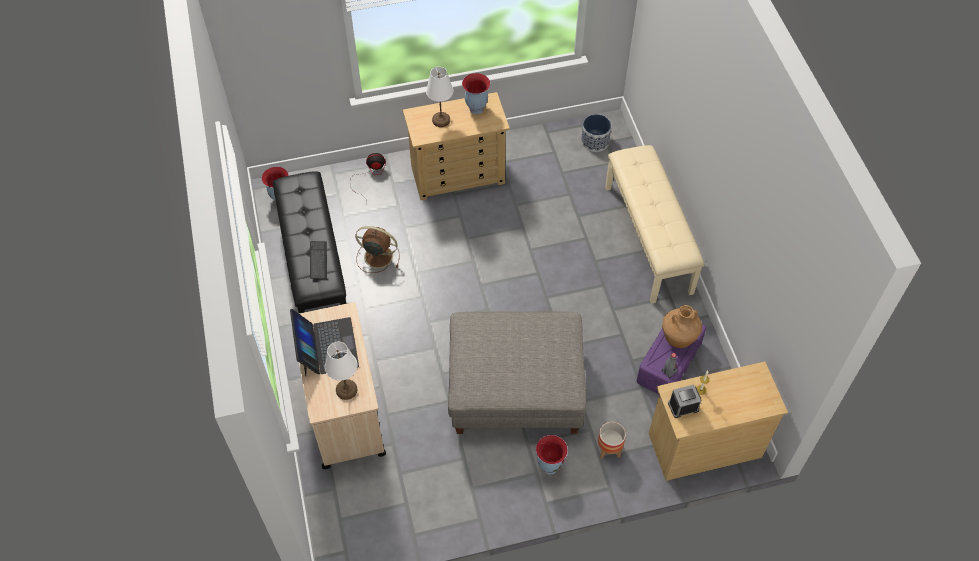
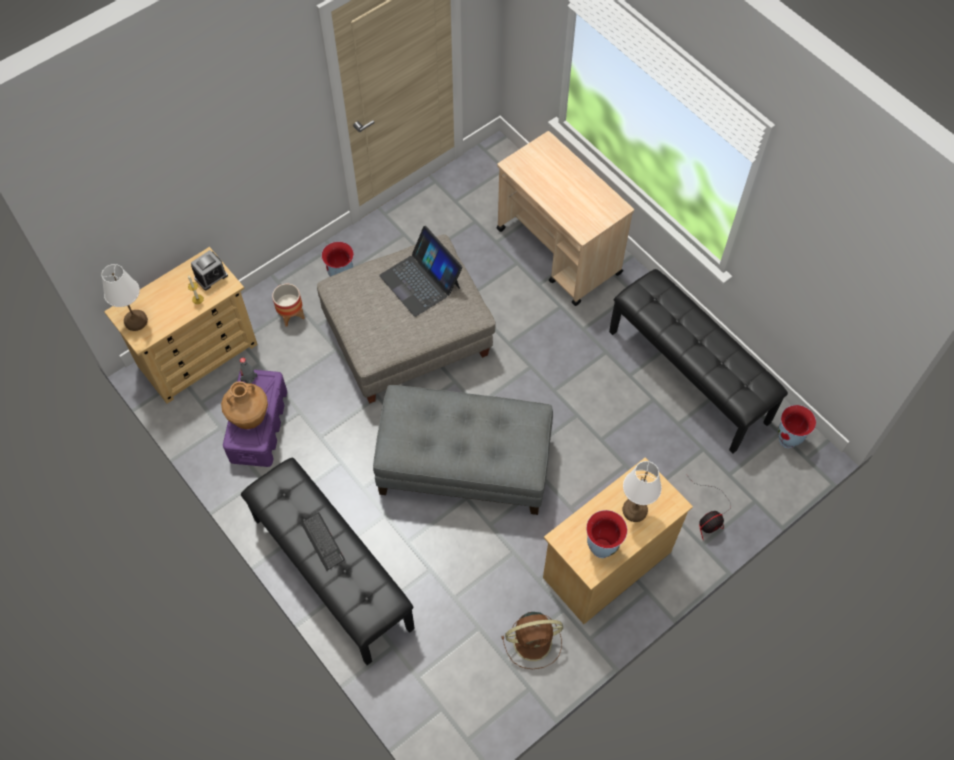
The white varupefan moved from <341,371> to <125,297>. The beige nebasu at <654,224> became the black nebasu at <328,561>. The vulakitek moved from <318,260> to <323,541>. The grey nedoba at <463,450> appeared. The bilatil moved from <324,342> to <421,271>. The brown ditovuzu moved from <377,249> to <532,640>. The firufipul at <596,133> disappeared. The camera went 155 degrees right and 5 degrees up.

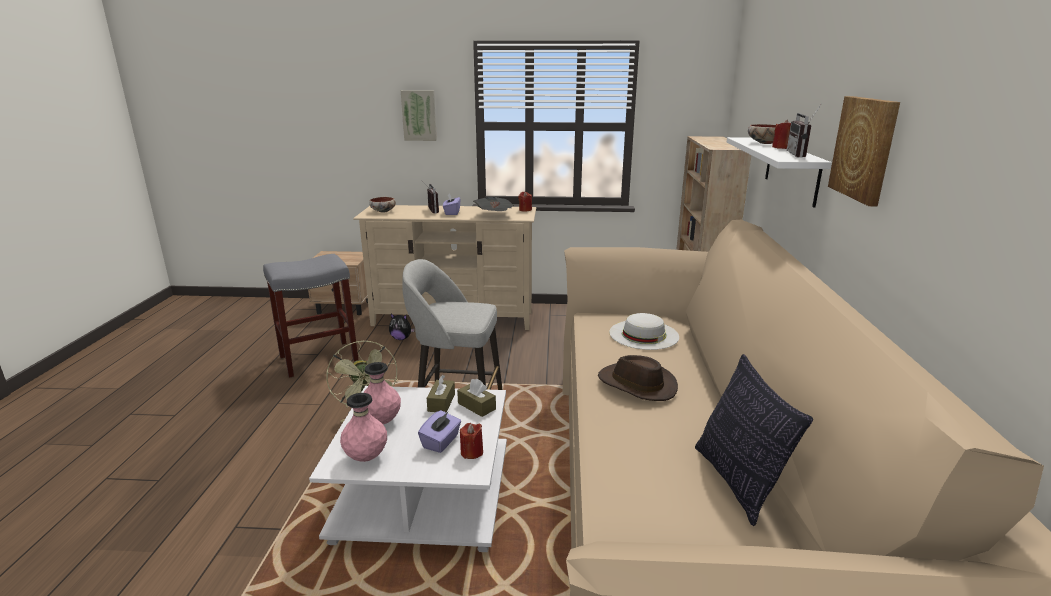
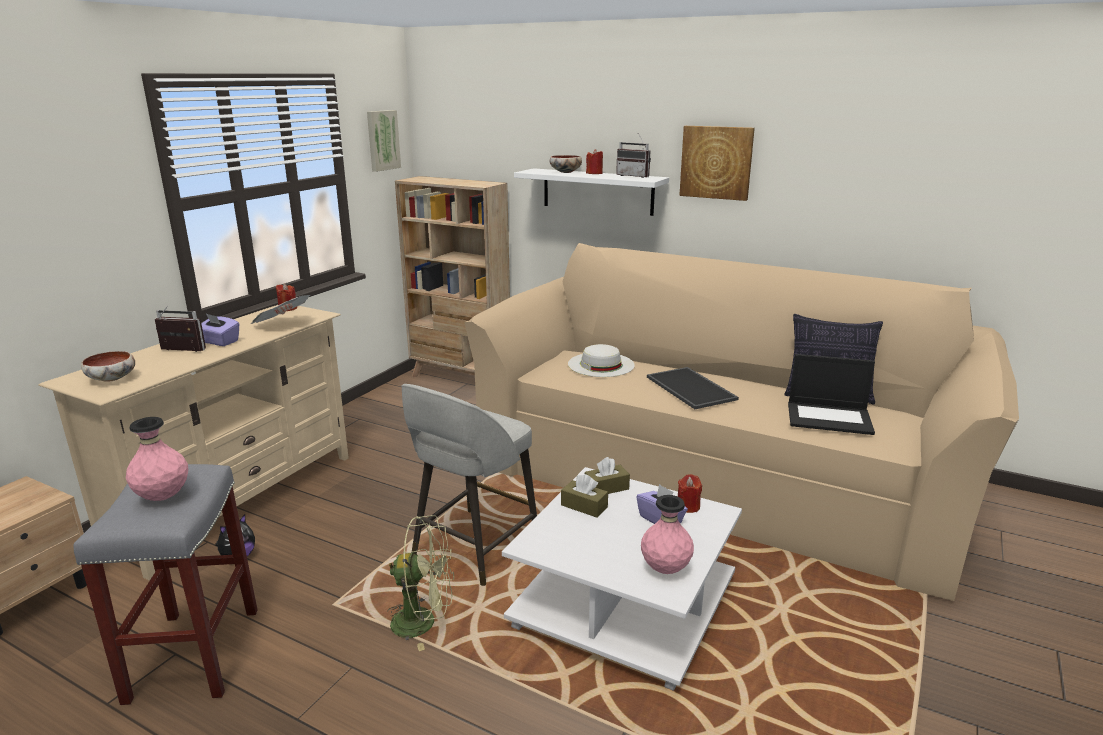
The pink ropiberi moved from <382,393> to <157,459>. The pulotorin moved from <419,115> to <384,141>. The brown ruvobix at <638,378> was replaced by the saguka at <693,388>. The bilatil at <831,394> appeared. The camera went 65 degrees left and 0 degrees up.

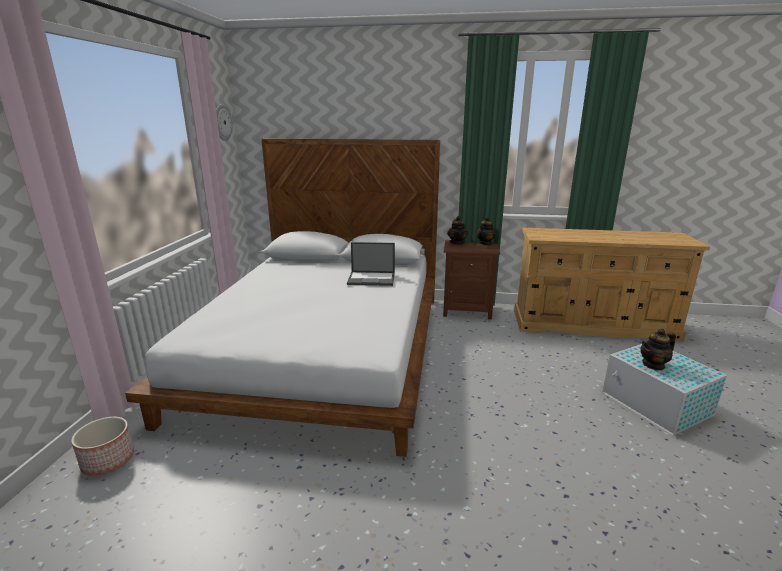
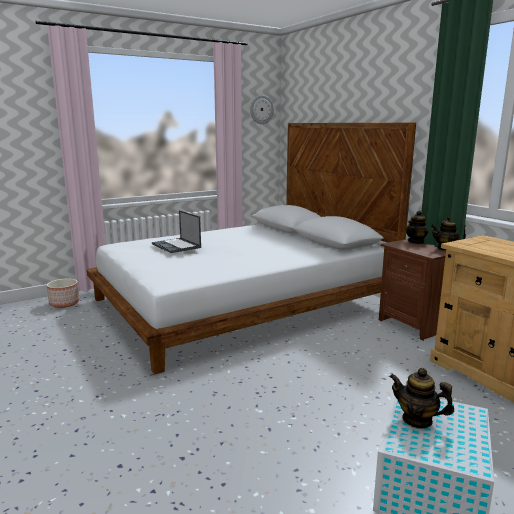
The bilatil moved from <371,264> to <176,231>. The camera went 50 degrees right and 5 degrees down.

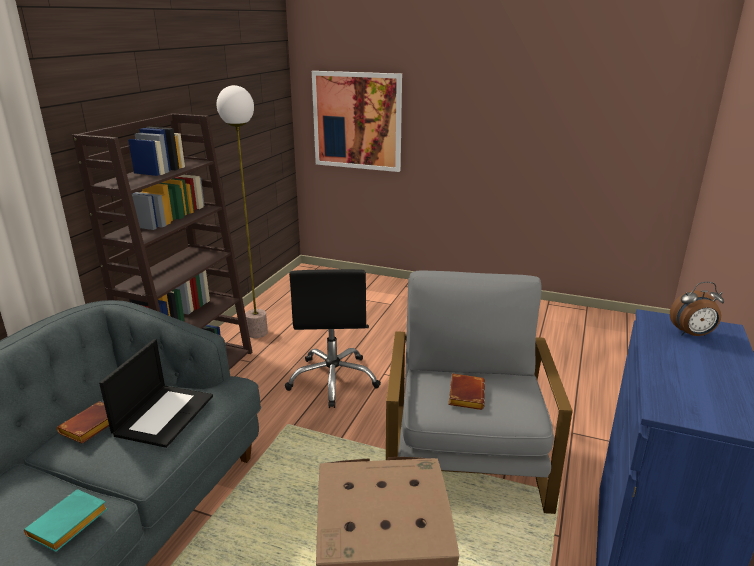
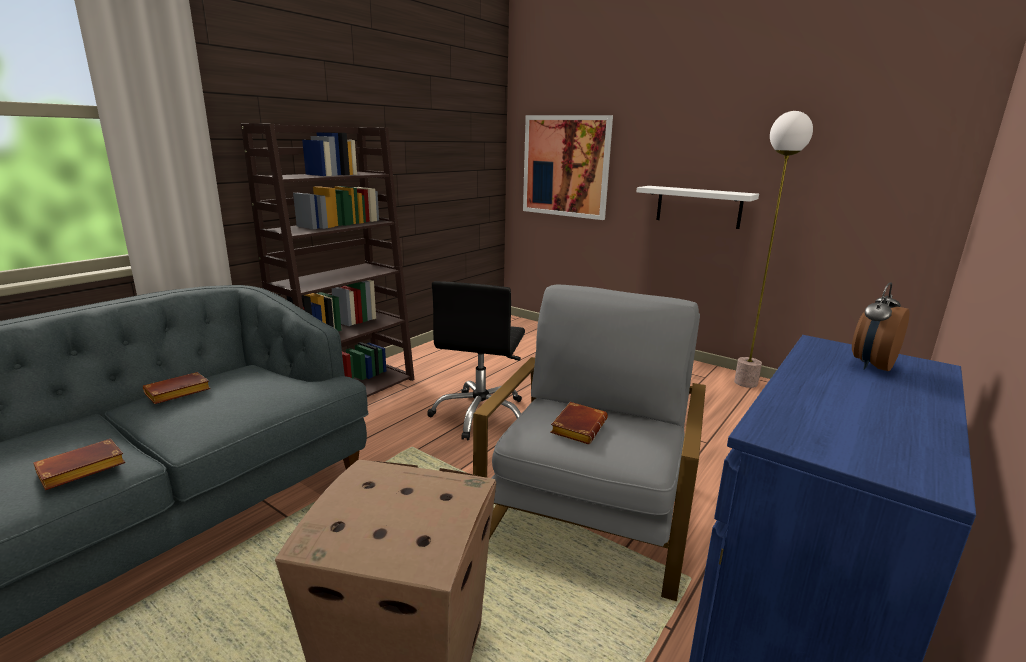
The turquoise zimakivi at <66,520> became the brown zimakivi at <79,464>. The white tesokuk at <698,207> appeared. The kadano moved from <242,211> to <773,249>. The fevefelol at <697,309> turned 120 degrees clockwise. The bilatil at <156,393> disappeared. The camera went 15 degrees right and 5 degrees down.

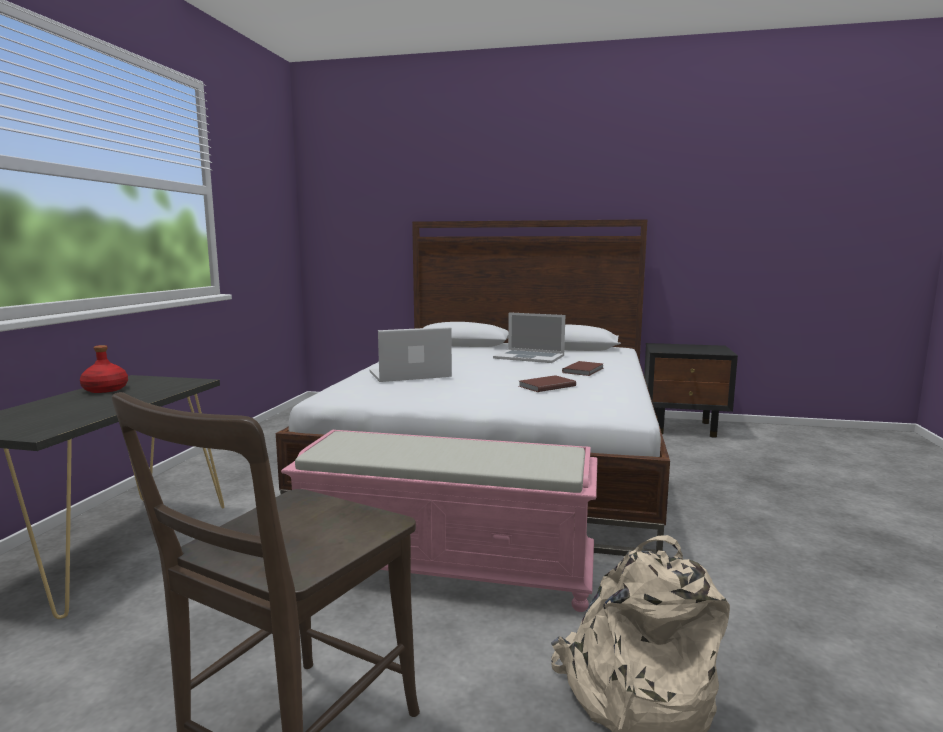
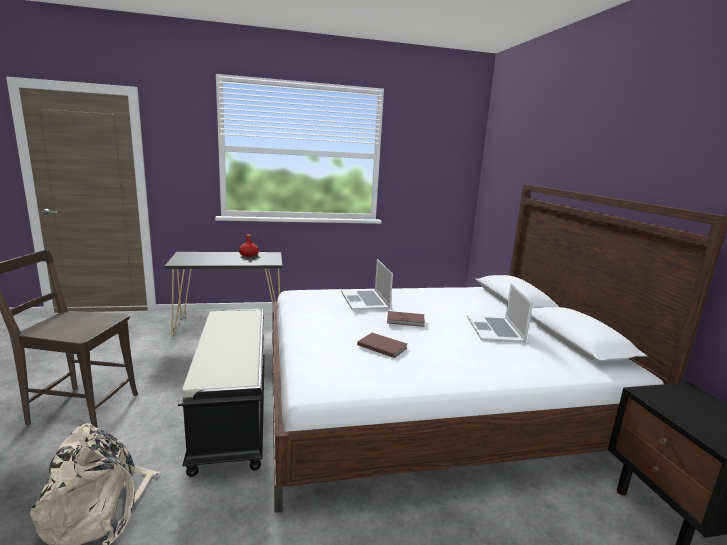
The pink nebasu at <439,521> became the black nebasu at <221,393>. The bilatil at <411,354> turned 150 degrees counterclockwise. The brown zimakivi moved from <583,368> to <406,319>. The camera went 65 degrees right and 5 degrees up.

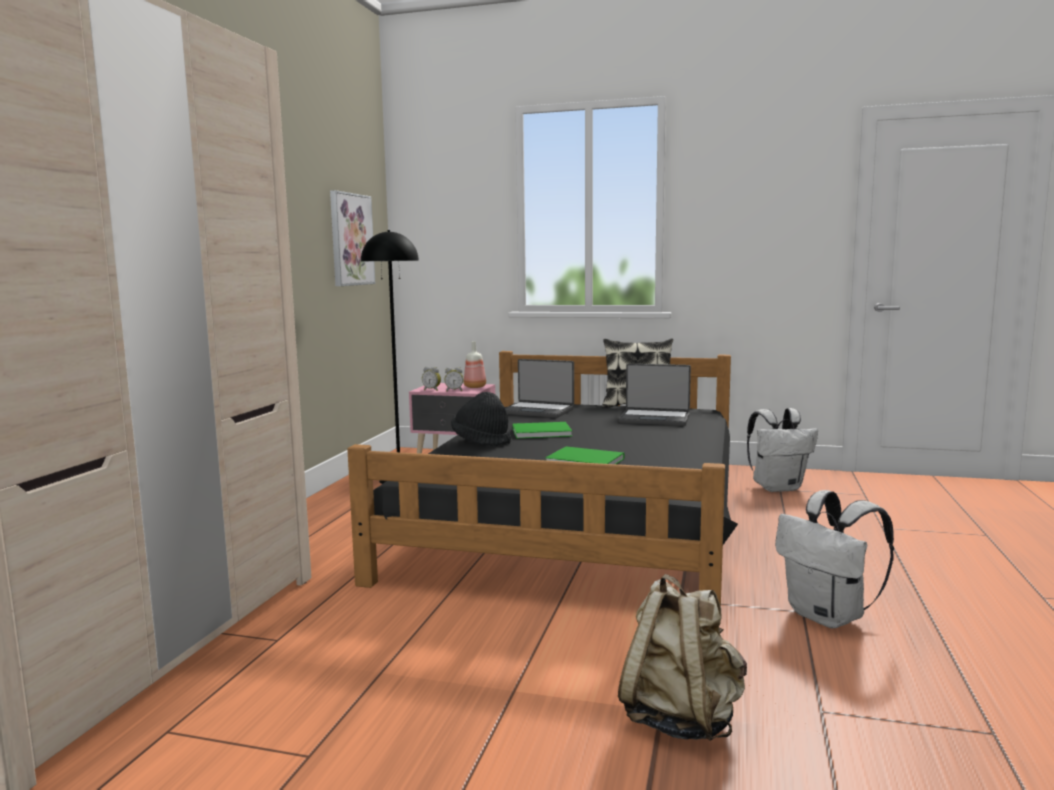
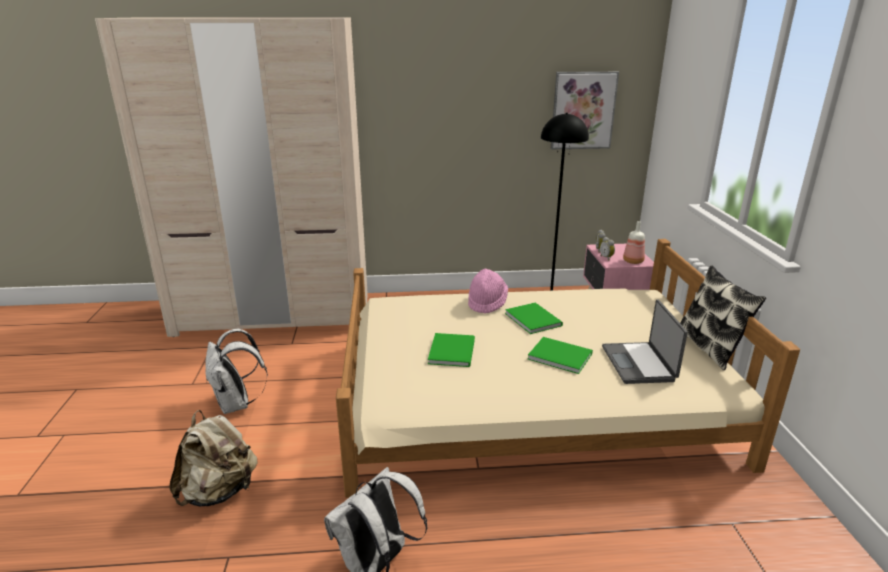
The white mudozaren moved from <782,450> to <236,371>. The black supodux at <542,478> became the beige supodux at <568,368>. The black ruvobix at <481,419> became the pink ruvobix at <488,291>. The green zimakivi at <560,355> appeared. The bilatil at <539,388> disappeared. The camera went 70 degrees right and 15 degrees up.

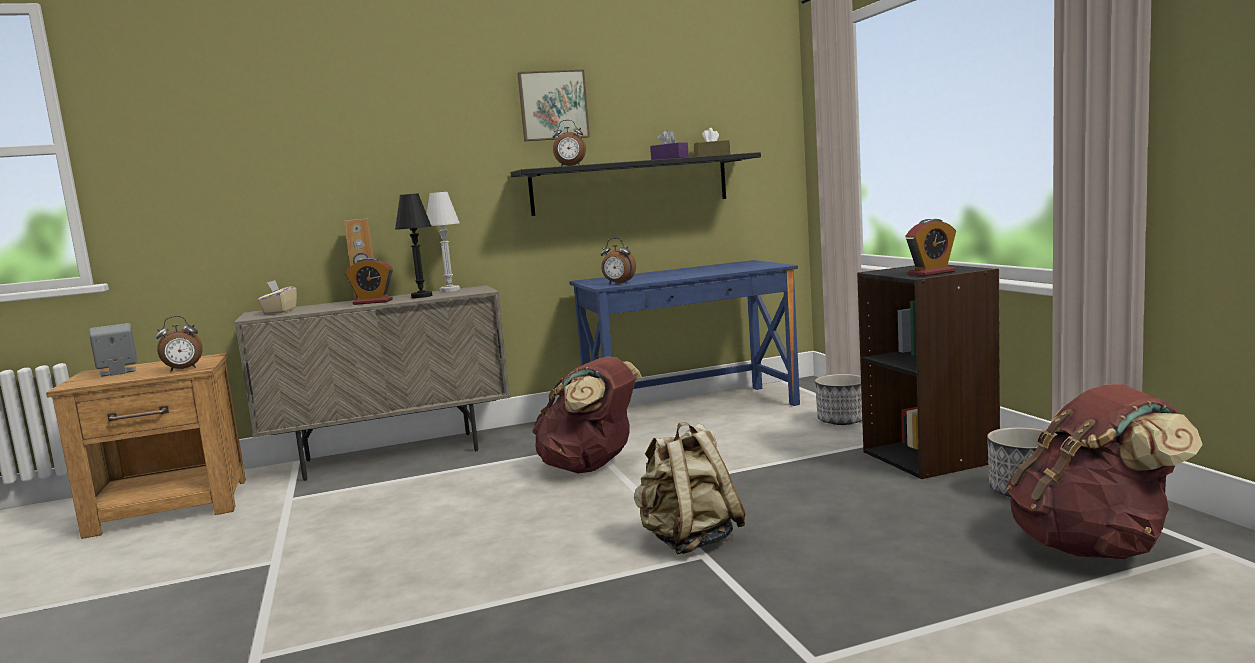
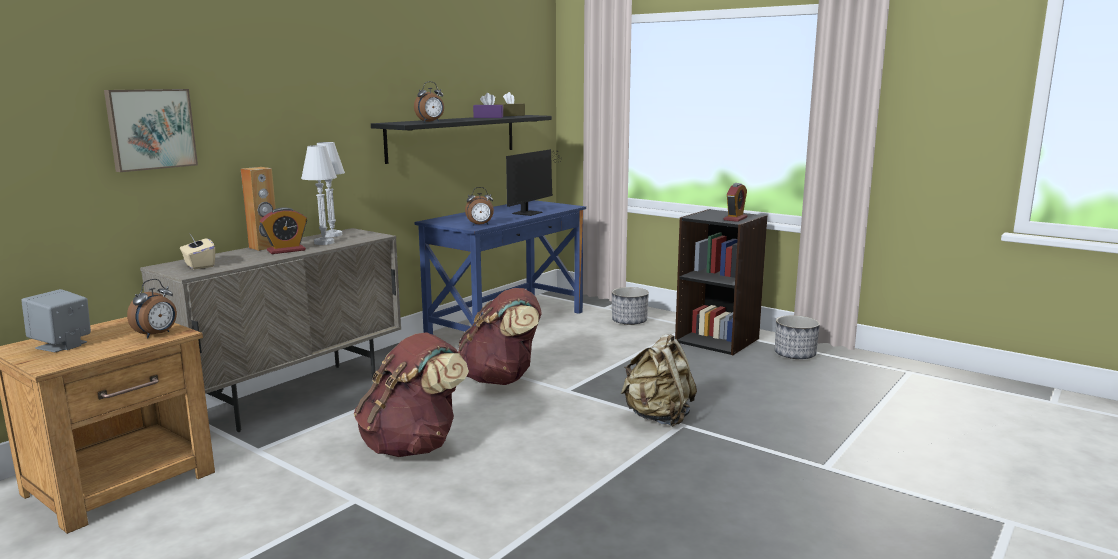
The pulotorin moved from <553,105> to <151,130>. The black varupefan at <414,246> became the white varupefan at <319,195>. The brown mudozaren moved from <1104,471> to <411,394>. The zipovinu at <532,182> appeared. The camera went 35 degrees left and 5 degrees up.

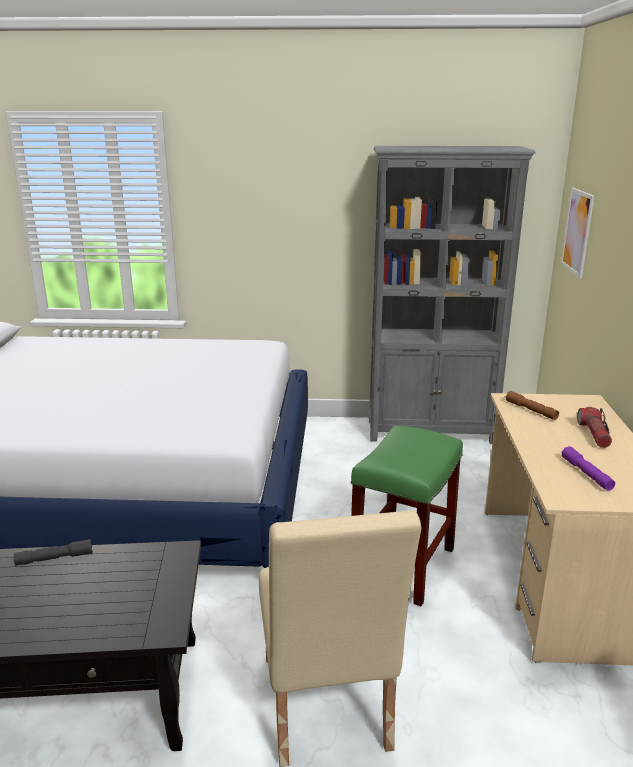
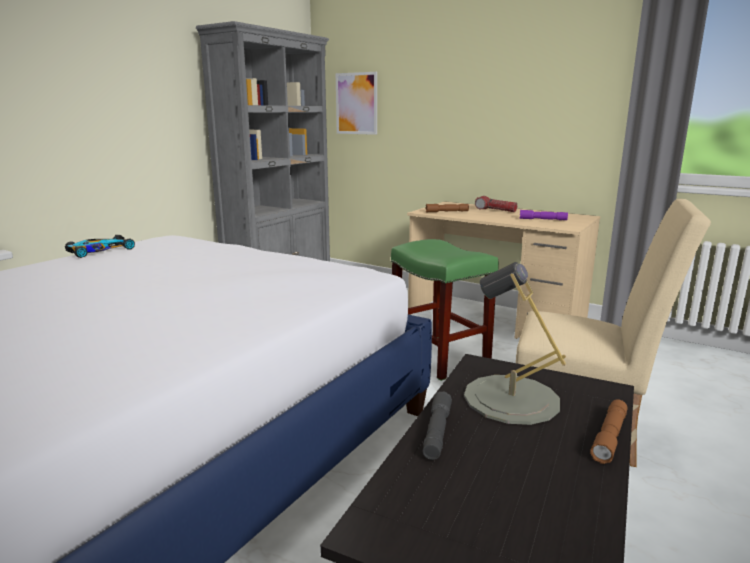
The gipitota at <100,246> appeared. The grey varupefan at <515,343> appeared. The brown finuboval at <608,432> appeared. The camera went 60 degrees left and 5 degrees down.

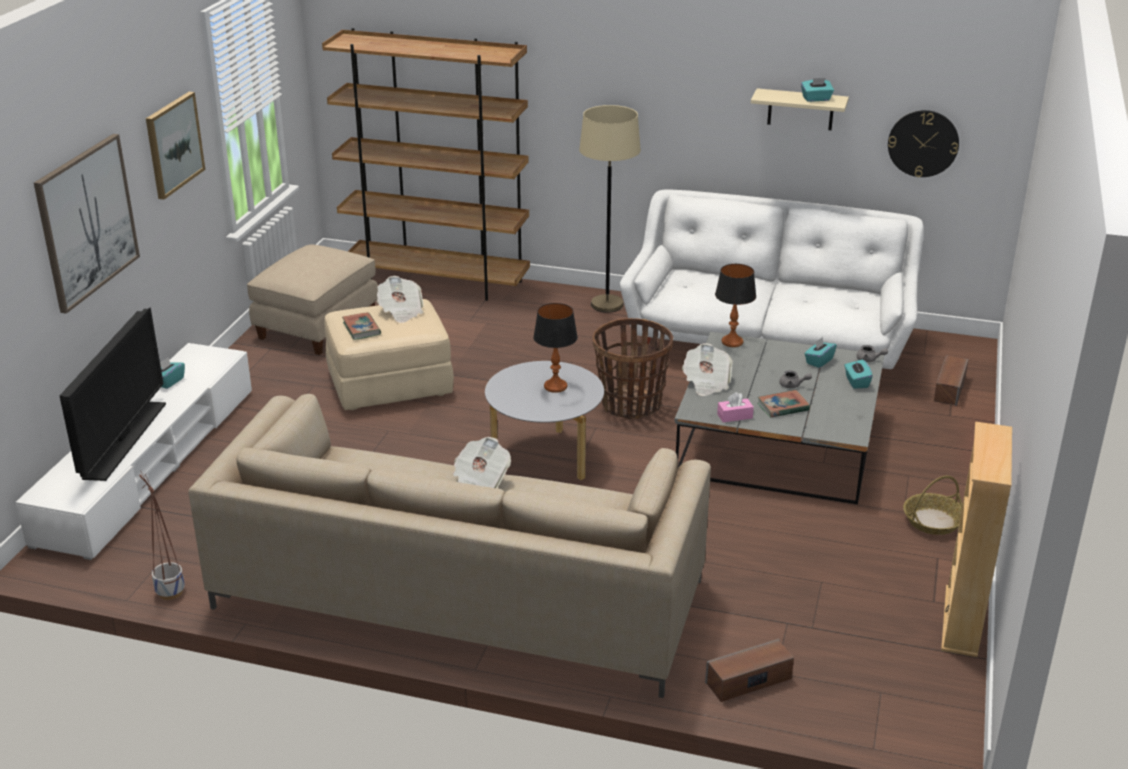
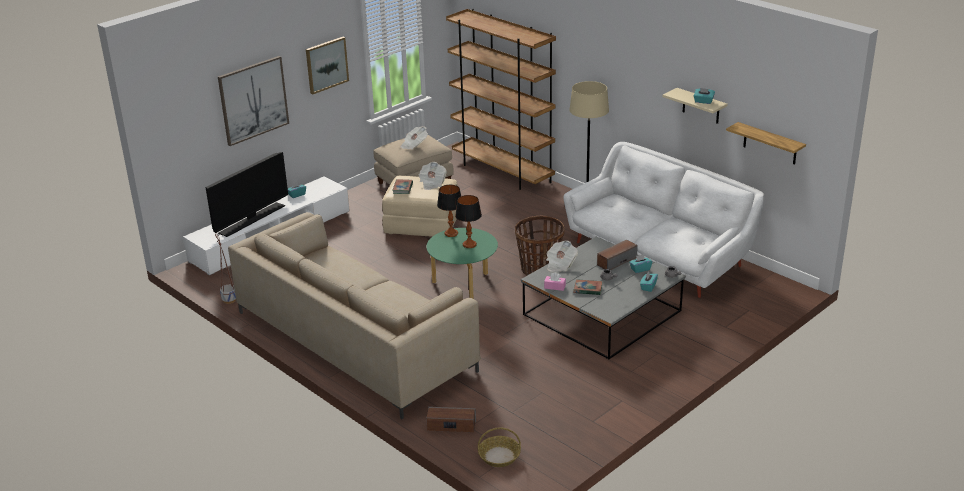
The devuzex moved from <482,462> to <414,138>. The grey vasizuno at <544,420> became the green vasizuno at <462,263>. The varupefan moved from <735,305> to <449,211>. The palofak moved from <933,505> to <499,447>. The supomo moved from <951,380> to <617,255>. The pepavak at <923,143> was replaced by the tesokuk at <766,143>. The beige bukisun at <976,539> disappeared. The camera went 30 degrees right and 0 degrees up.

